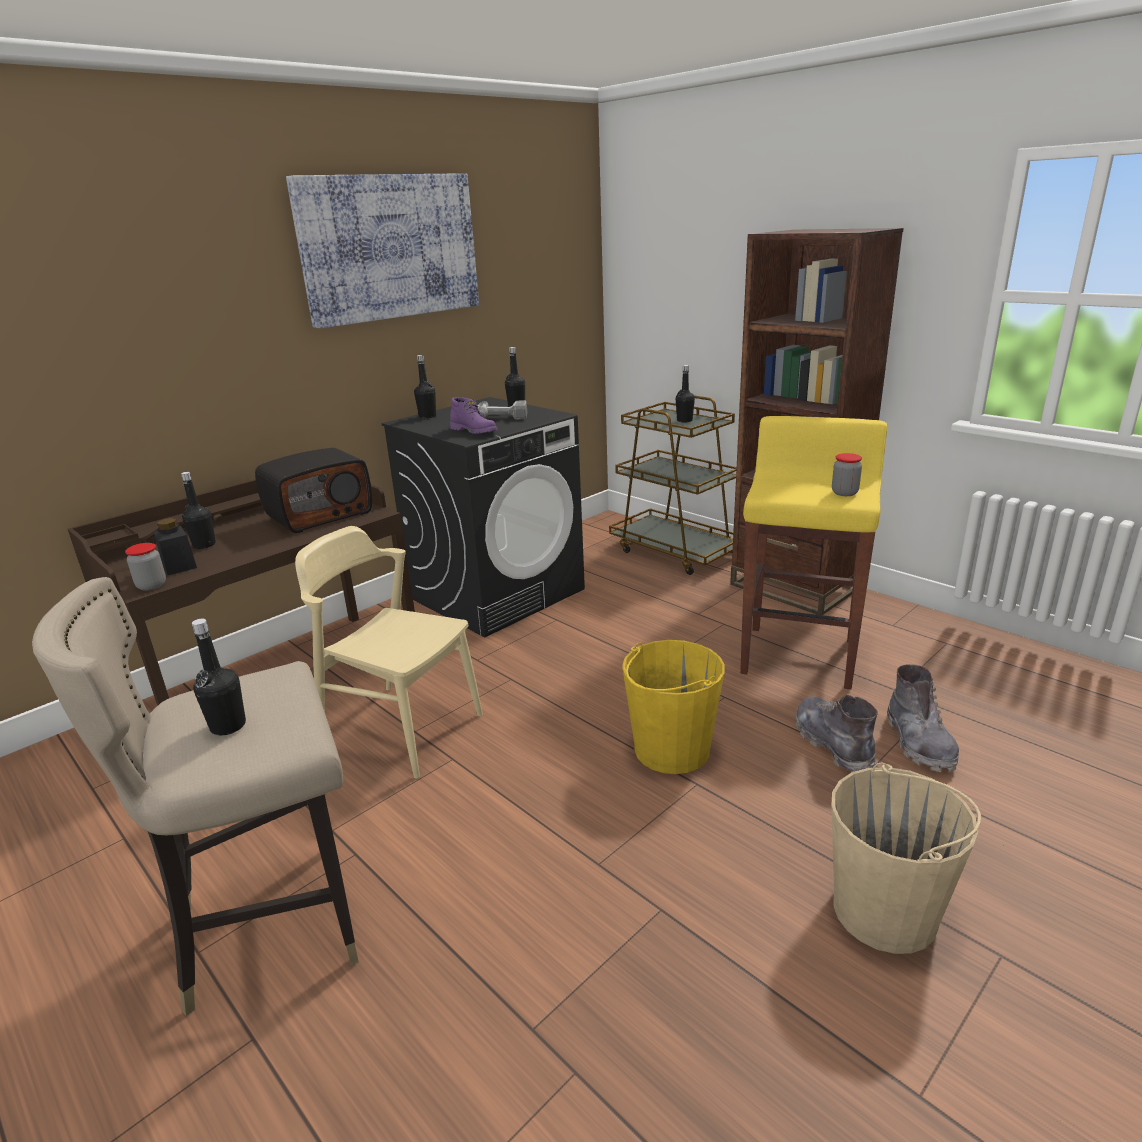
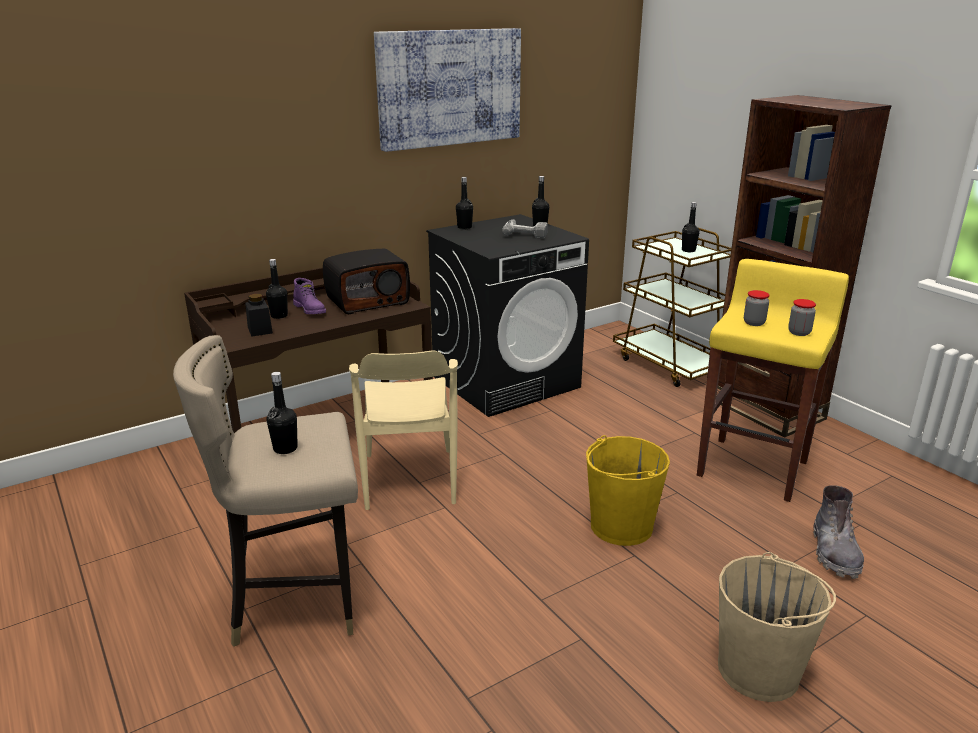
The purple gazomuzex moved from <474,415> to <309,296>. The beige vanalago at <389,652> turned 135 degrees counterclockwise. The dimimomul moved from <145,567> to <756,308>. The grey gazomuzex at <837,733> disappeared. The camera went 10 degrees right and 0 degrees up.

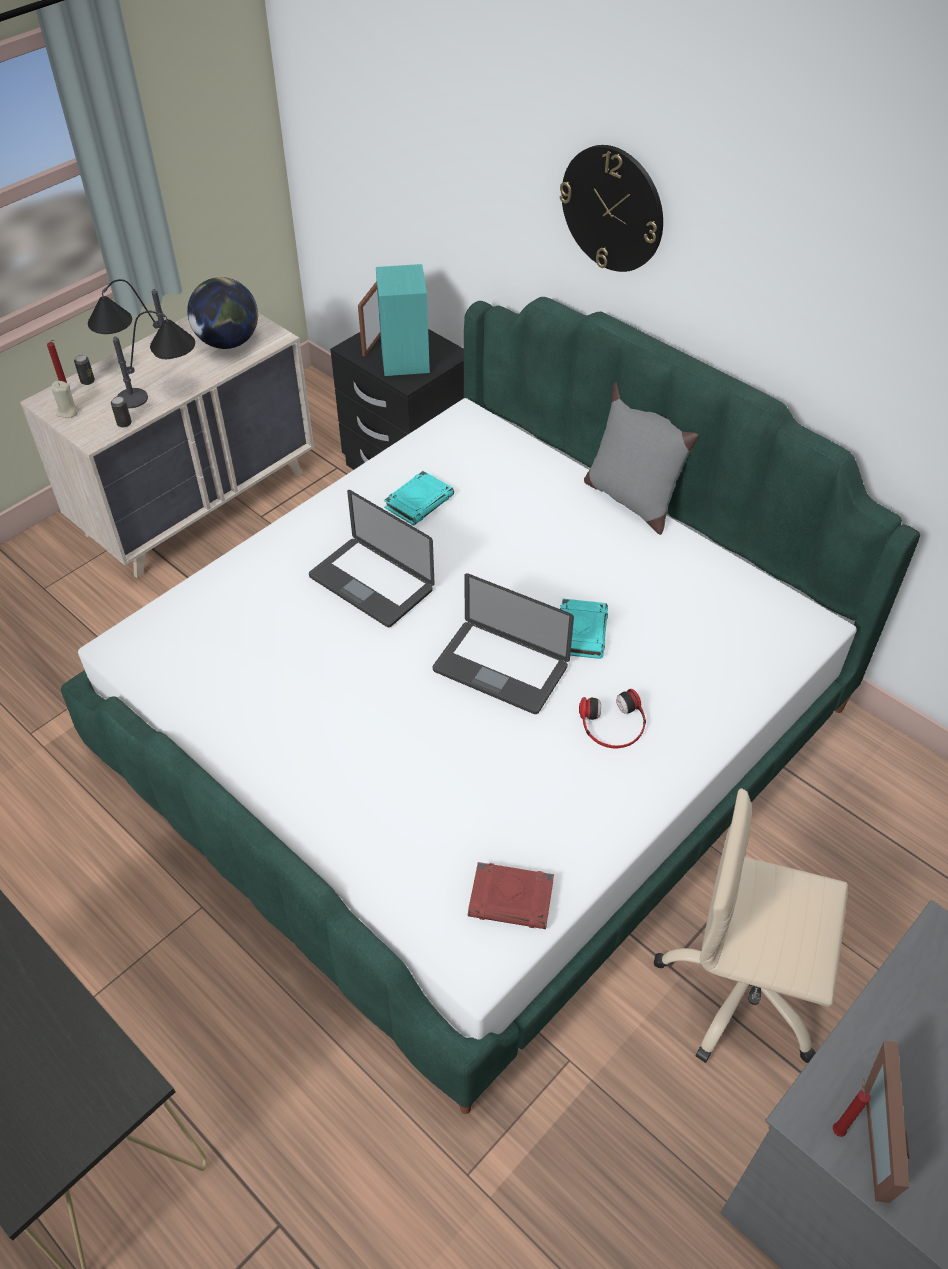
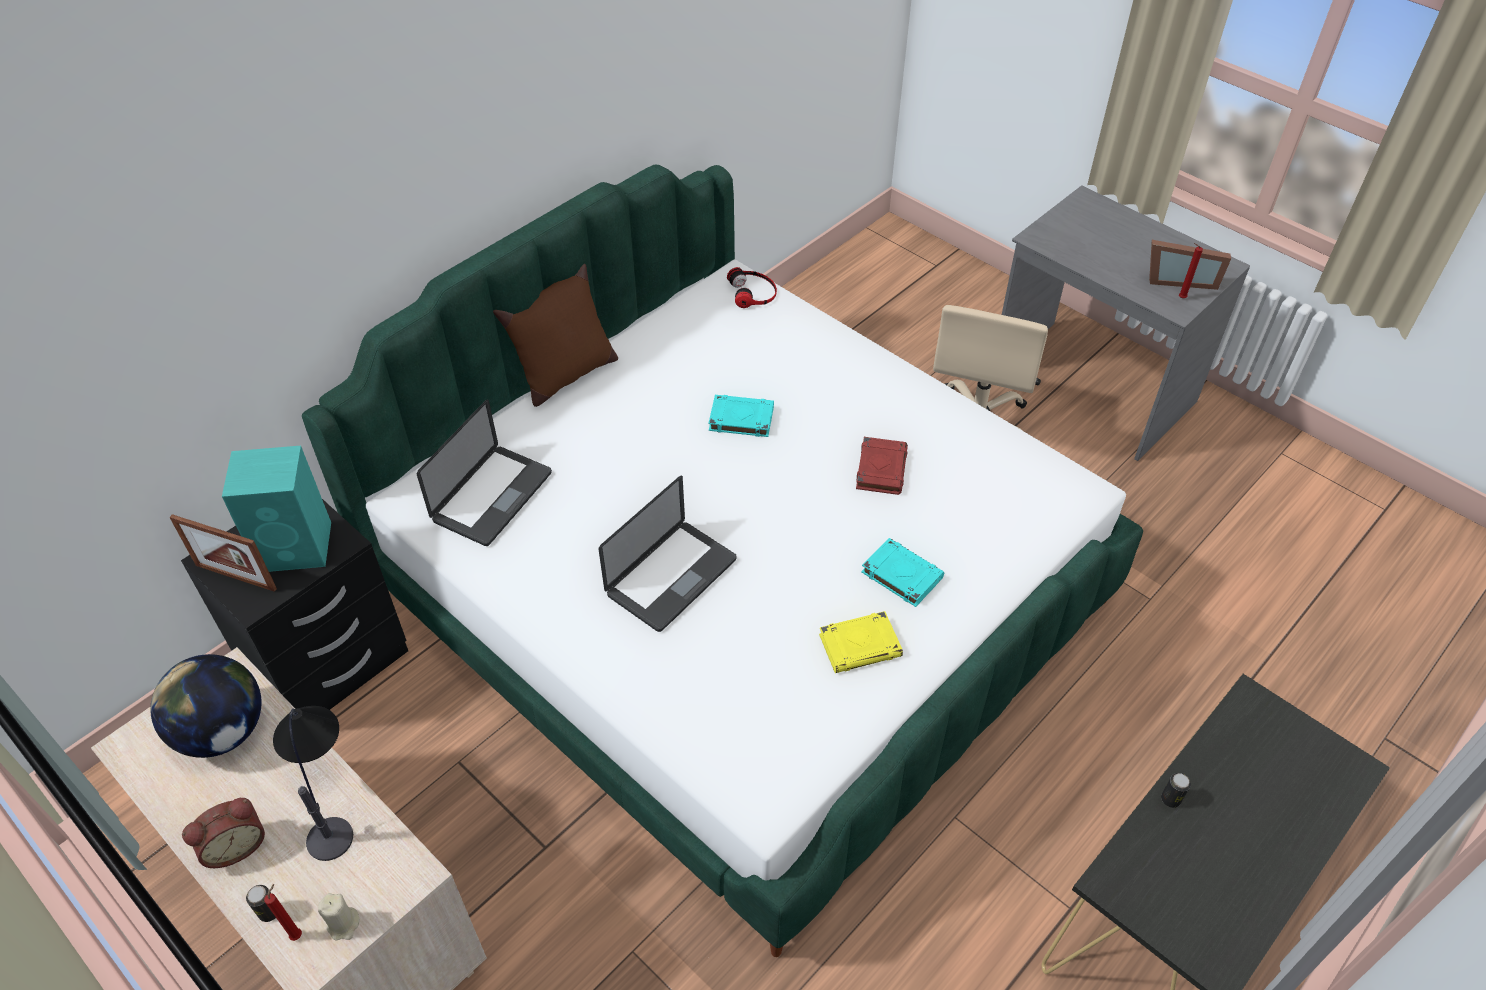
The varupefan at <130,319> was replaced by the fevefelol at <223,833>. The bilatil moved from <503,643> to <484,472>. The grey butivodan at <641,458> became the brown butivodan at <555,335>. The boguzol moved from <612,719> to <752,287>. The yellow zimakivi at <861,642> appeared. The red zimakivi moved from <511,895> to <882,466>. The turquoise zimakivi moved from <419,498> to <902,572>. The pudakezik moved from <121,412> to <1176,790>. The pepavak at <611,208> disappeared. The camera went 90 degrees left and 0 degrees up.

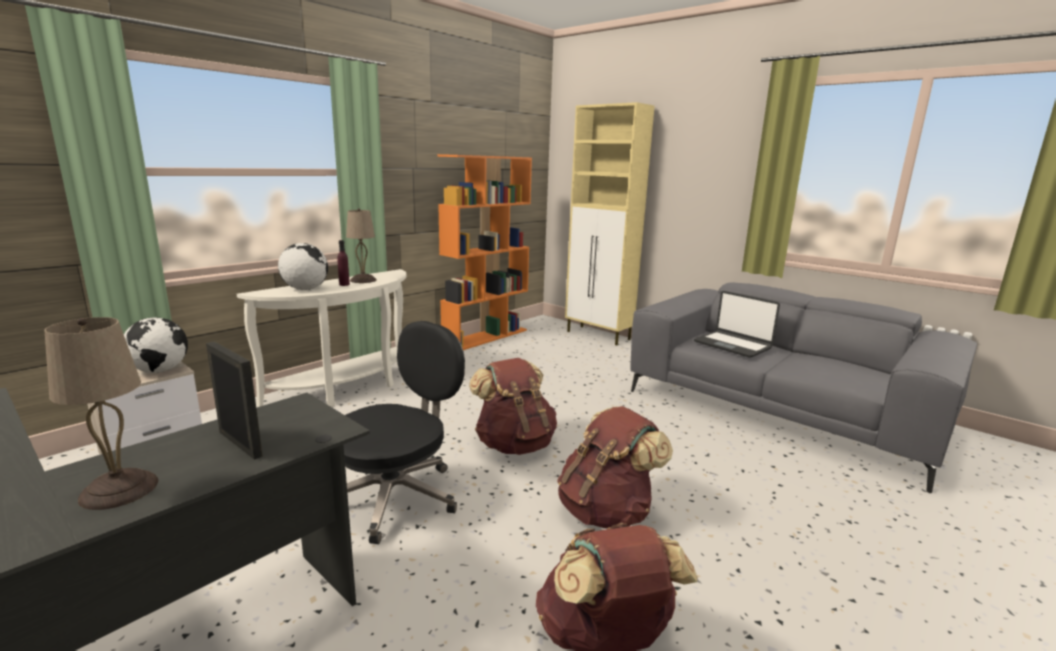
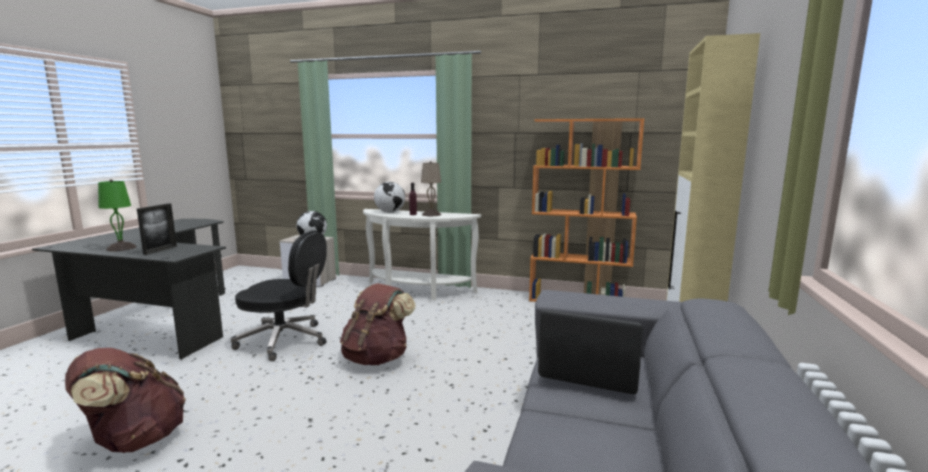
The beige varupefan at <101,413> became the green varupefan at <117,215>. The bilatil at <737,324> turned 90 degrees clockwise. The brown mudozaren at <615,467> disappeared. The camera went 65 degrees right and 5 degrees down.

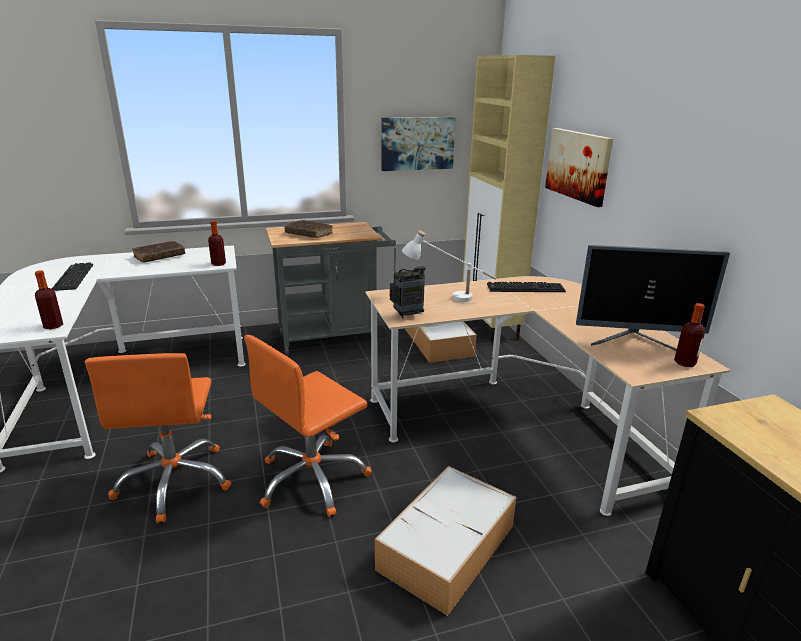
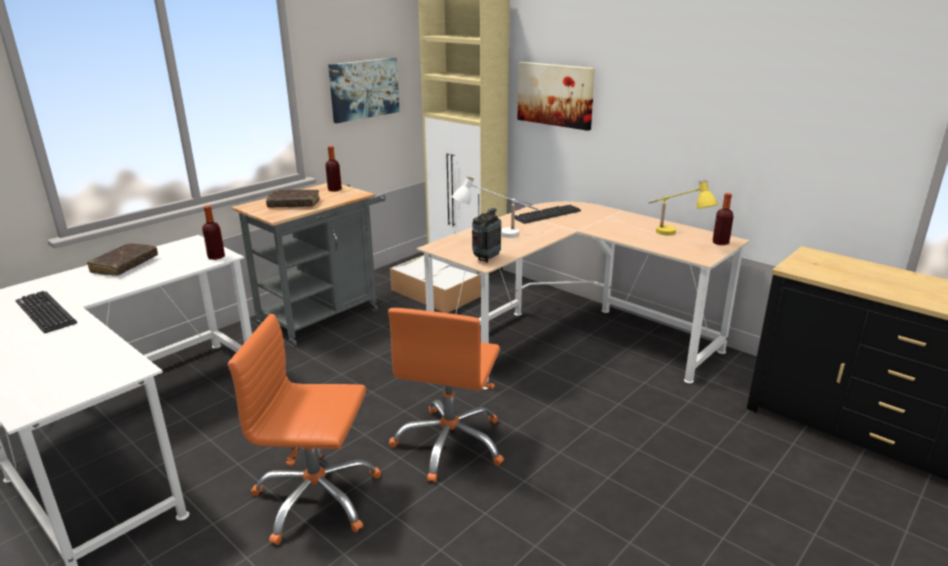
The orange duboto at <158,438> turned 135 degrees clockwise. The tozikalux moved from <49,299> to <333,169>. The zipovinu at <653,298> was replaced by the yellow varupefan at <683,207>. The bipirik at <445,541> disappeared. The camera went 30 degrees left and 0 degrees up.

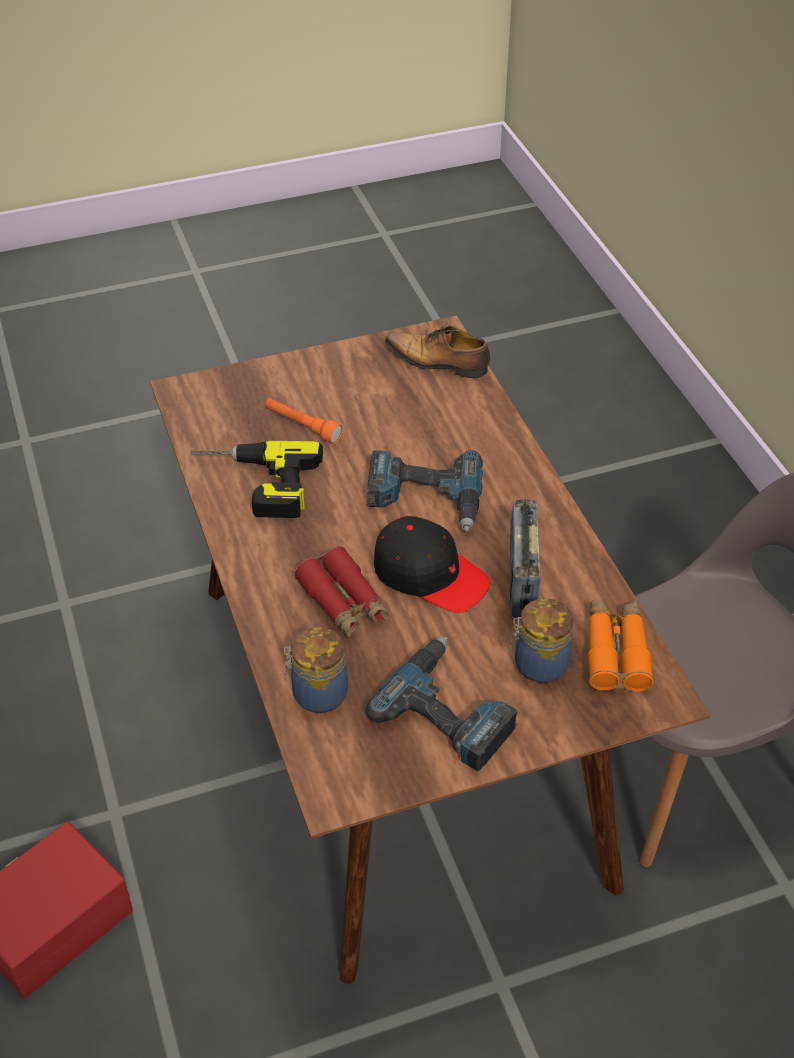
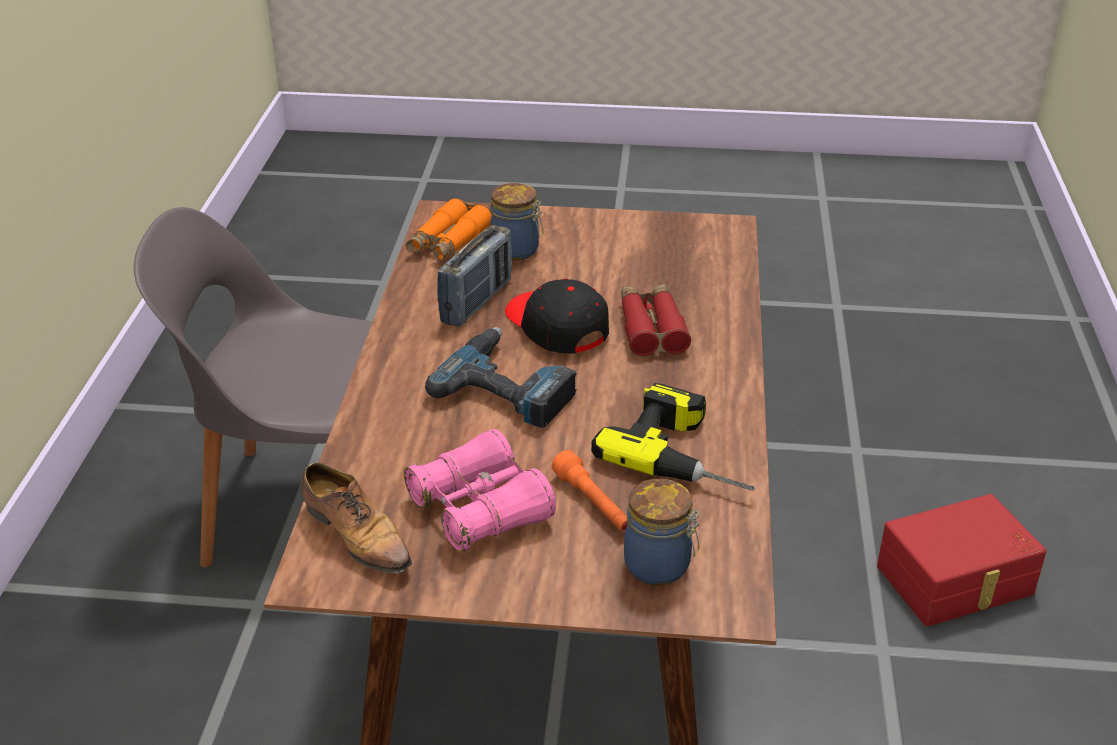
The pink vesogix at <480,490> appeared. The dimimomul moved from <316,670> to <662,532>. The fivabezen at <441,704> disappeared. The camera went 155 degrees left and 10 degrees down.

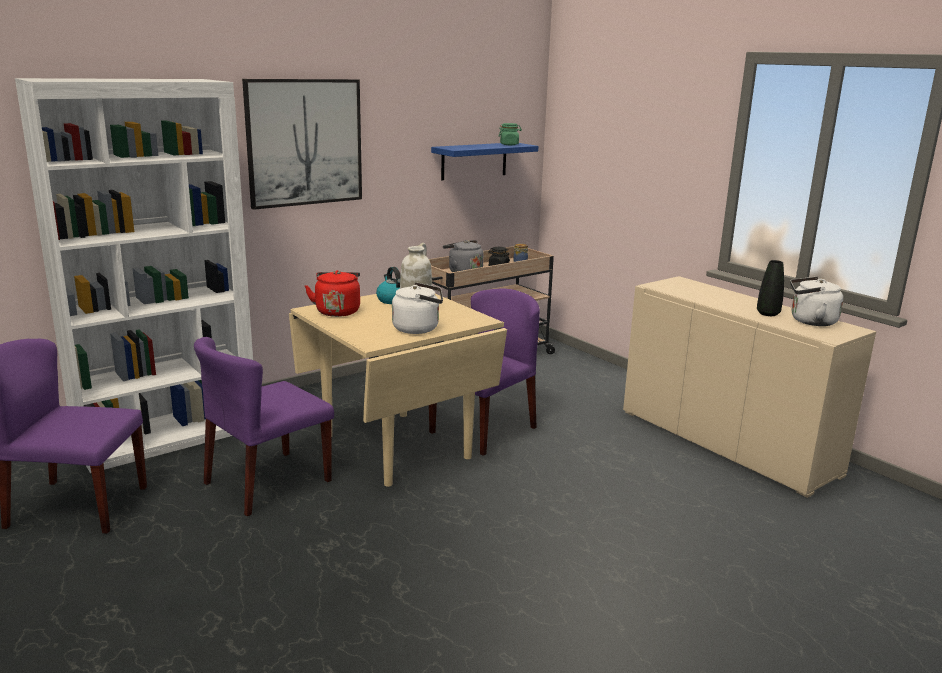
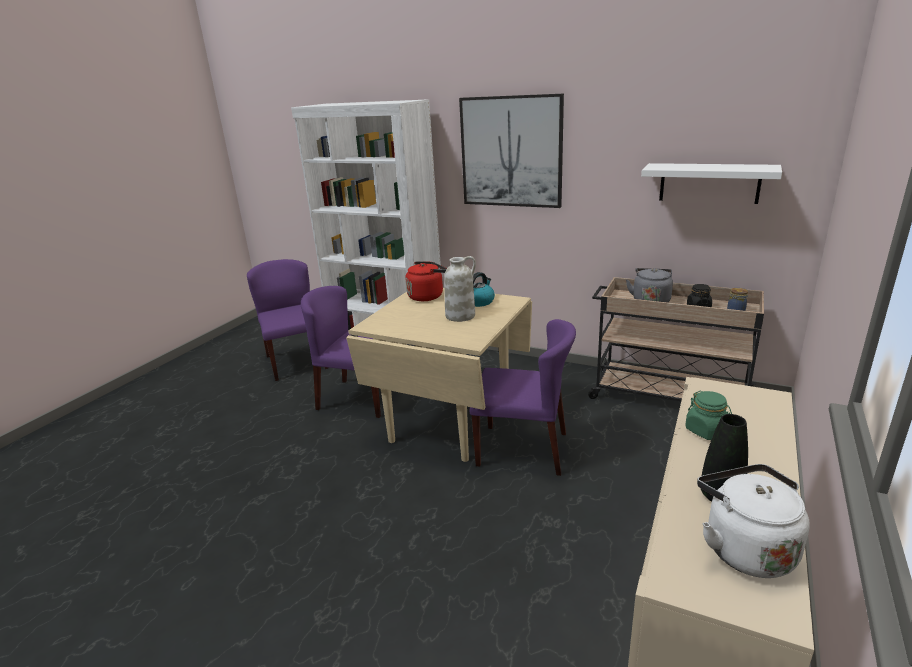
The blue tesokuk at <484,161> became the white tesokuk at <711,183>. The green dimimomul moved from <510,134> to <708,415>. The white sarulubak at <417,308> disappeared. The camera went 65 degrees right and 5 degrees up.

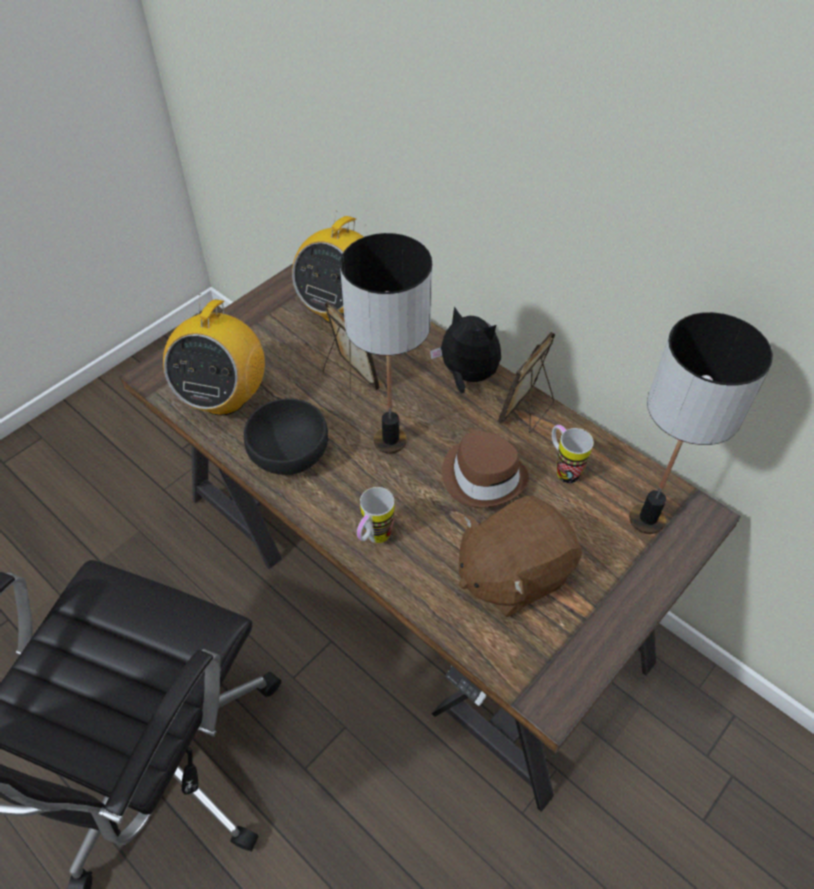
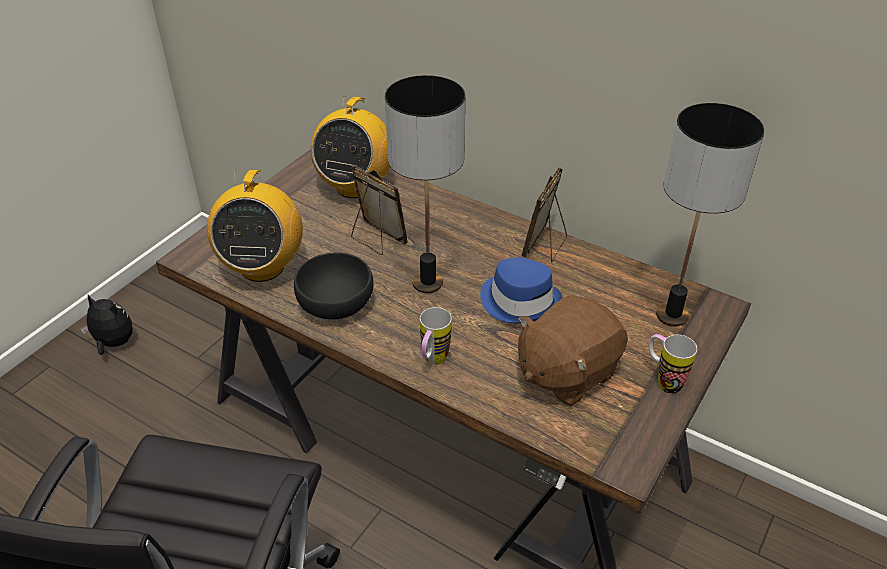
The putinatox moved from <465,349> to <106,325>. The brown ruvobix at <485,469> became the blue ruvobix at <521,290>. The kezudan moved from <573,454> to <673,364>. The camera went 10 degrees left and 10 degrees down.

